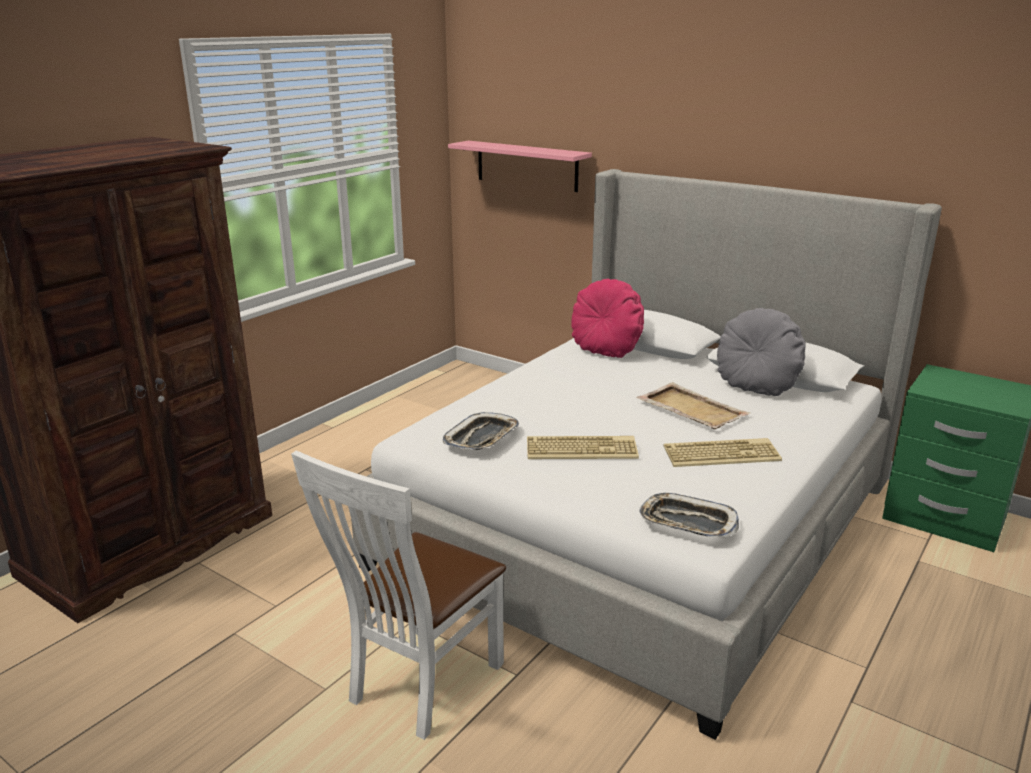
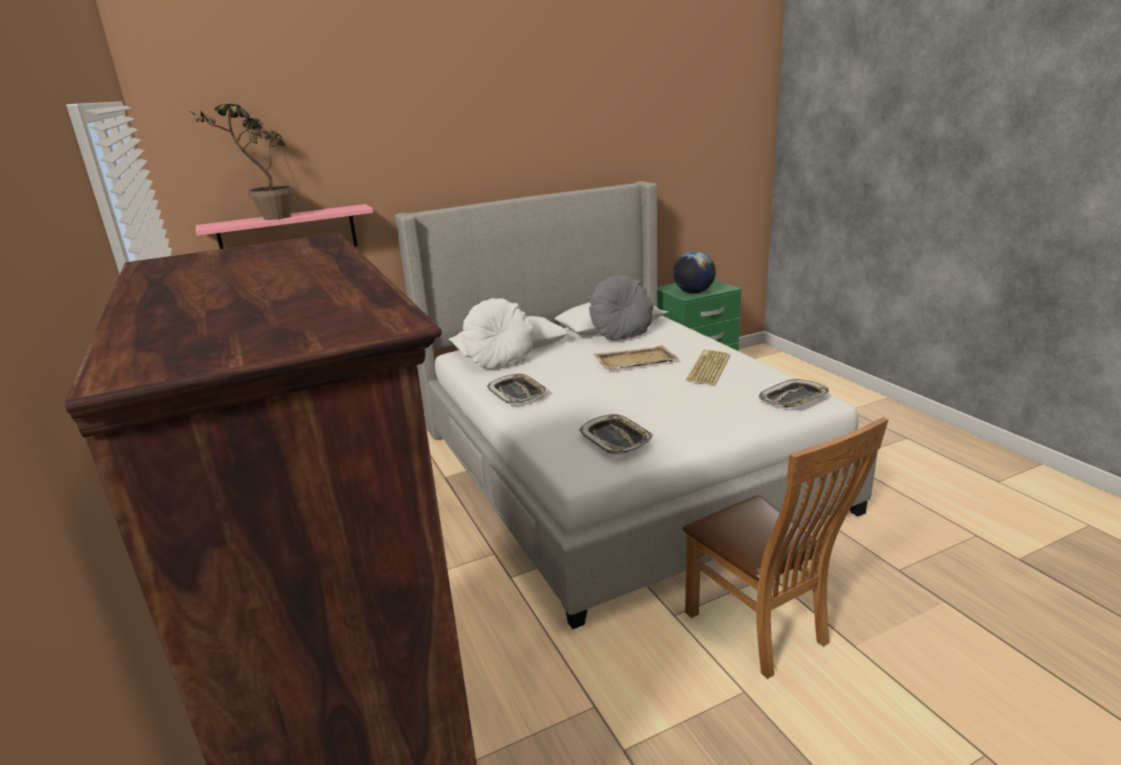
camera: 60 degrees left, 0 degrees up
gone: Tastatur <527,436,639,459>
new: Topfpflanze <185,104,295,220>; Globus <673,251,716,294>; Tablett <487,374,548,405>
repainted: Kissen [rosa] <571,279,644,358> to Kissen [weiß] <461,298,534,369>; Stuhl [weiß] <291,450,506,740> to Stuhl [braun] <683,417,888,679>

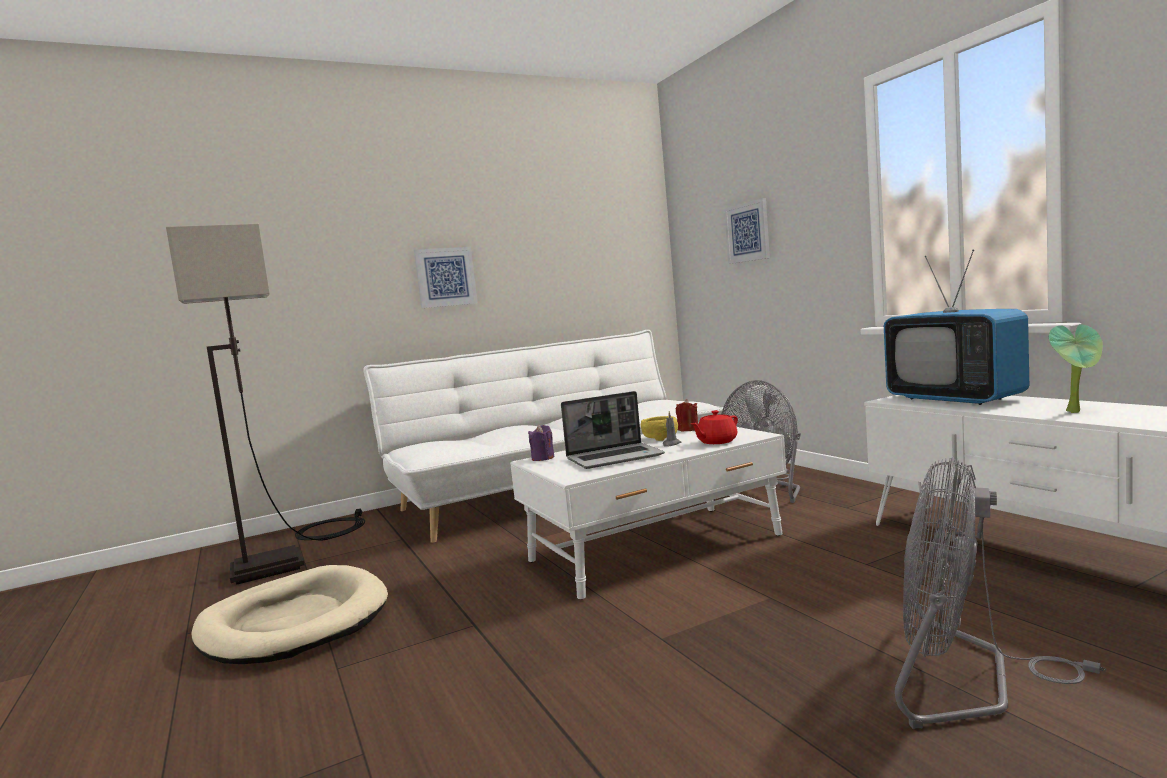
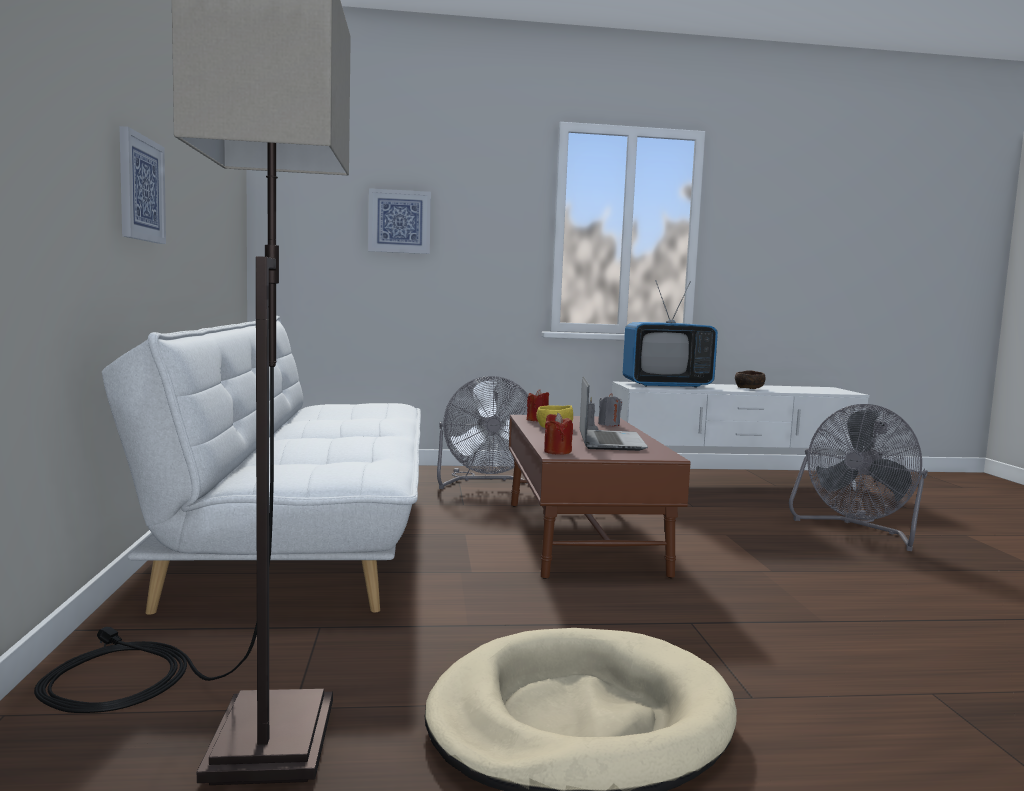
camera: 70 degrees left, 0 degrees up
swapped: Topfpflanze <1049,324,1103,413> to Schüssel [braun] <735,370,766,389>; Teekanne [rot] <690,410,738,444> to Kerze [grau] <598,393,622,426>
repainted: Couchtisch [weiß] <510,423,787,600> to Couchtisch [braun] <509,415,691,579>; Kerze [lila] <528,425,555,461> to Kerze [rot] <544,413,573,455>

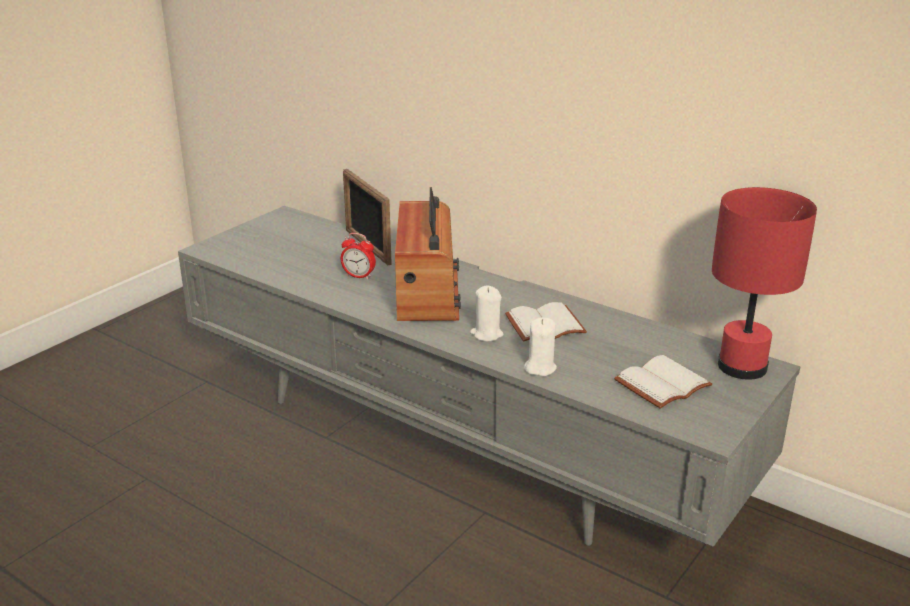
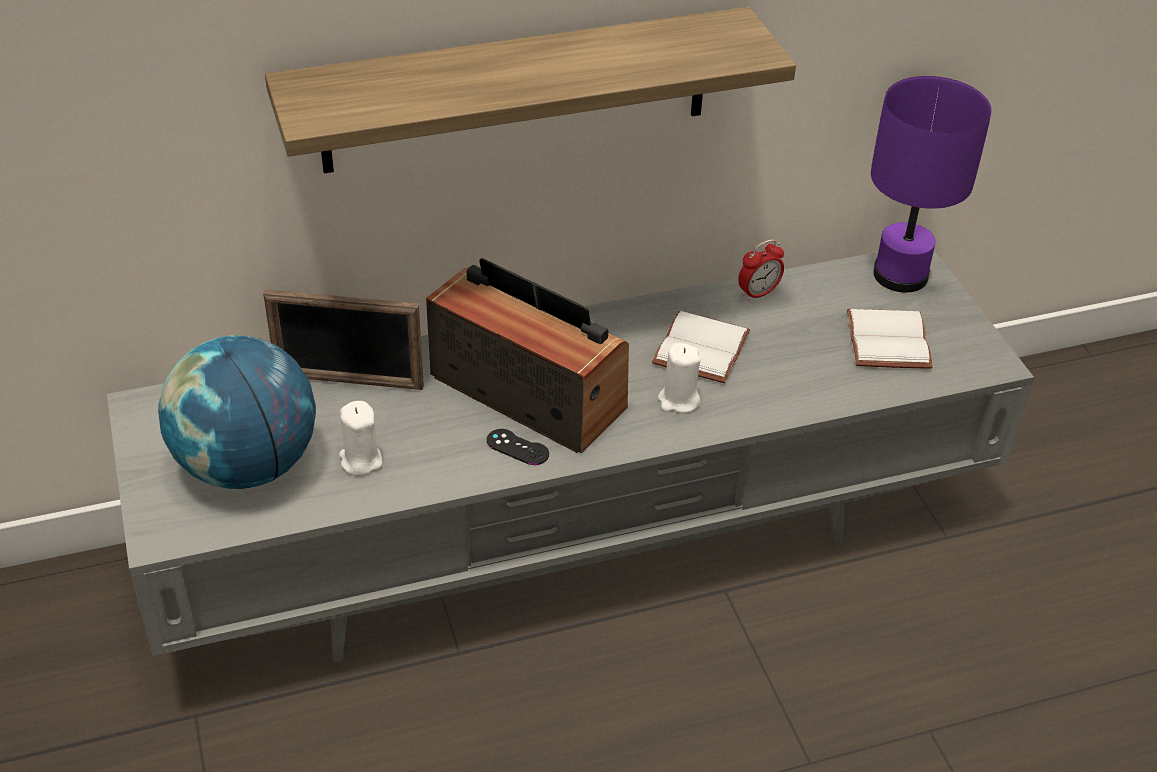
camera: 55 degrees left, 15 degrees up
new: Wandregal <265,7,796,174>; Globus <158,336,316,489>; Gamepad [schwarz] <487,429,549,465>
shifted: Wecker <341,233,376,280> to <738,239,784,301>; Kerze [weiß] <524,318,557,376> to <339,401,382,476>
repainted: Tischlampe [rot] <712,187,817,380> to Tischlampe [lila] <871,76,992,293>

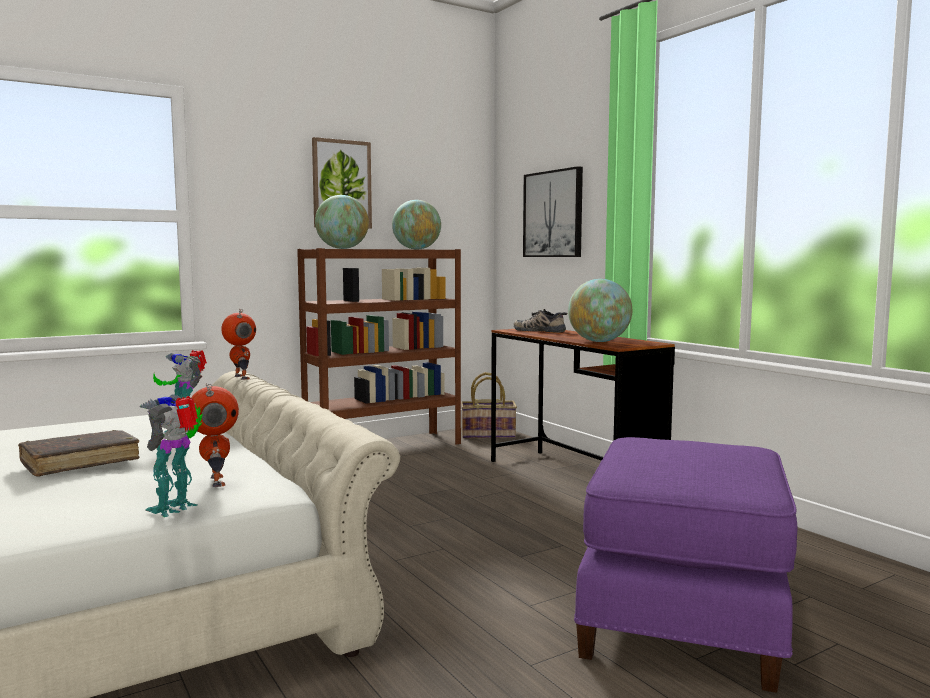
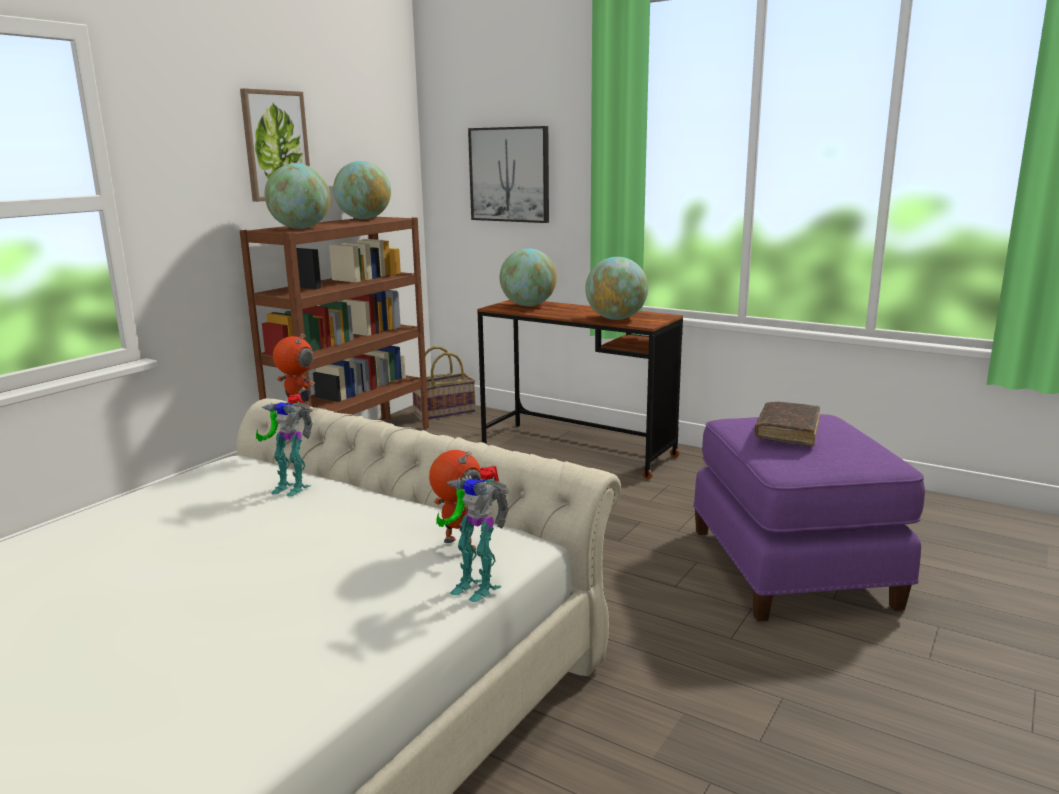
camera: 25 degrees left, 10 degrees up
shifted: Buch [braun] <18,430,140,477> to <755,402,820,446>
swapped: Schuh <514,309,568,333> to Globus <500,248,557,306>
rotated: Spielzeugroboter <139,394,203,517> = <436,465,509,602> 60 degrees counterclockwise

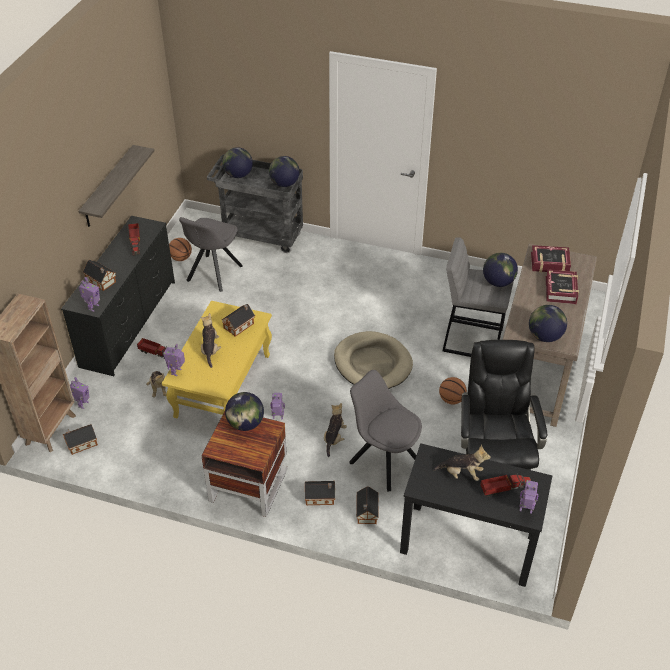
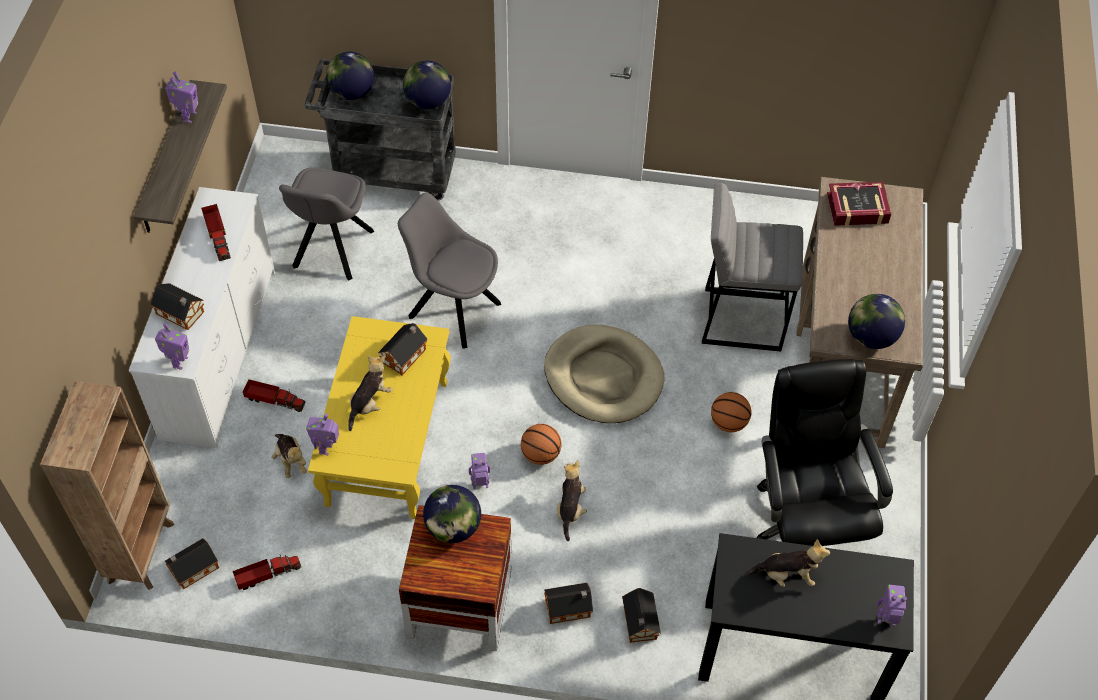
camera: 10 degrees left, 10 degrees up
gone: Globus <483,253,518,287>; Buch <546,269,579,304>
shifted: Basketball <169,238,192,261> to <521,424,562,465>; Stuhl [grau] <349,370,422,491> to <398,192,501,349>; Spielzeugroboter <70,377,90,409> to <165,71,198,123>; Spielzeuglaster <480,474,531,497> to <233,554,301,590>
repainted: Kommode [schwarz] <61,216,175,376> to Kommode [weiß] <129,187,275,448>
rotated: Plüschtier <201,313,221,368> = <348,356,392,431> 45 degrees clockwise

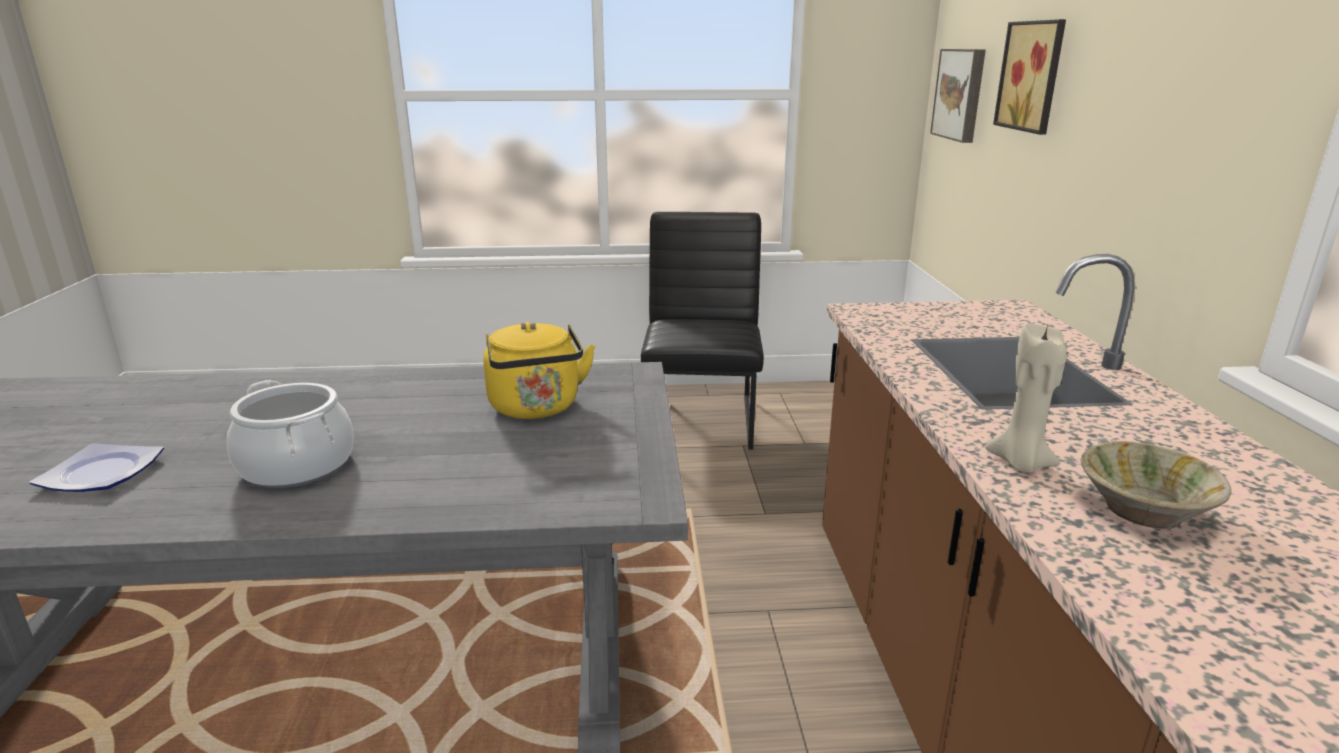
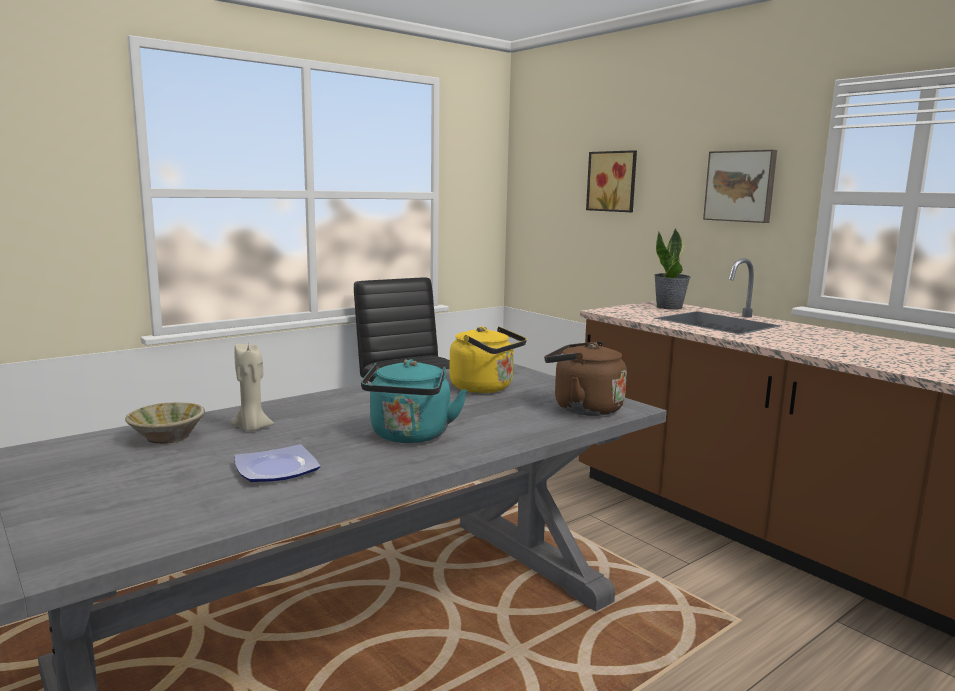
camera: 35 degrees left, 10 degrees down
new: Topfpflanze <654,228,691,310>; Wasserkessel [braun] <544,341,627,416>
shifted: Bild <930,49,986,143> to <703,150,777,223>; Kerze [beige] <985,323,1066,473> to <231,344,274,431>; Schüssel [beige] <1081,441,1231,529> to <125,402,205,444>
swapped: Kochtopf <227,380,354,488> to Wasserkessel [türkis] <361,359,467,443>

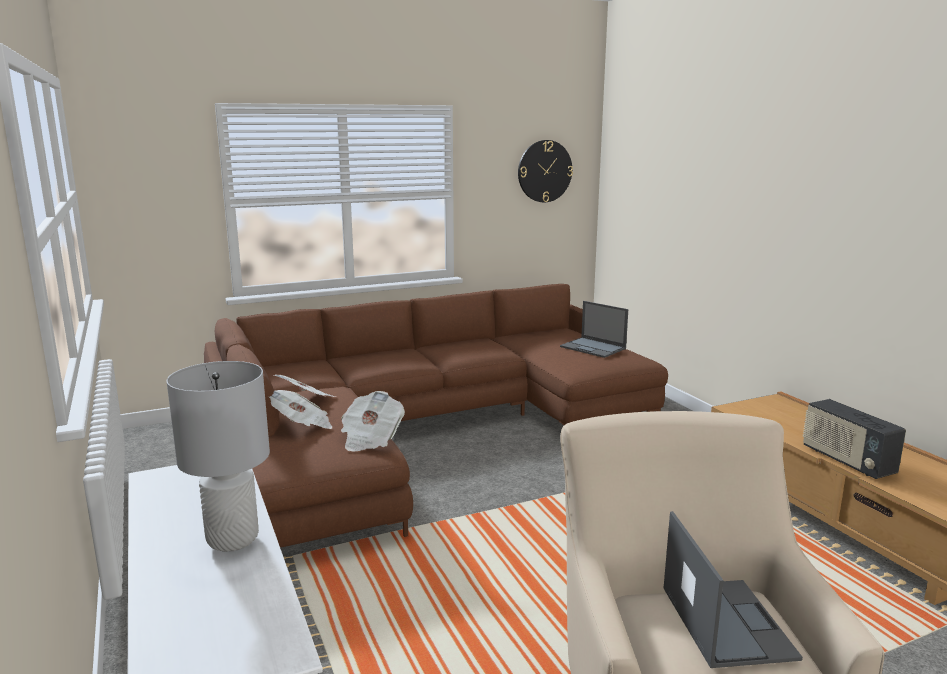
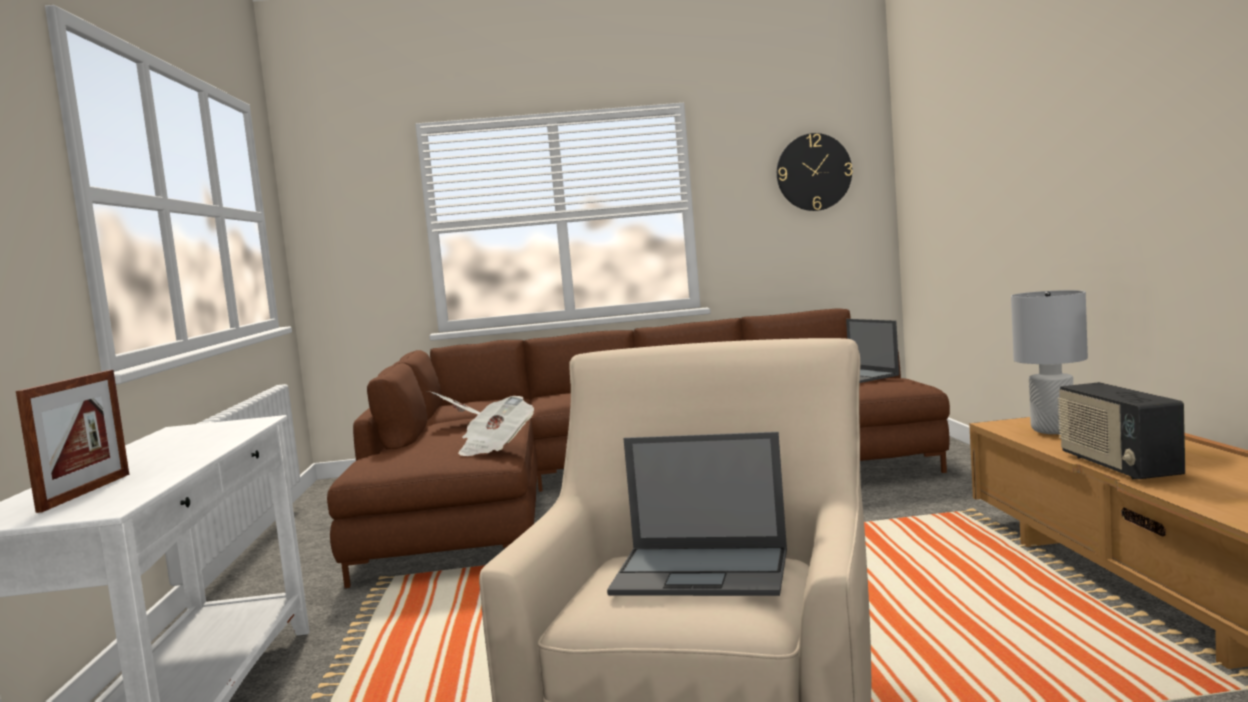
camera: 20 degrees right, 10 degrees down
gone: Zeitung <269,390,333,429>
new: Bilderrahmen <16,370,129,513>
shifted: Tischlampe [grau] <167,361,270,552> to <1011,290,1088,434>
rotated: Laptop <664,511,803,668> = <607,432,787,596> 90 degrees clockwise

